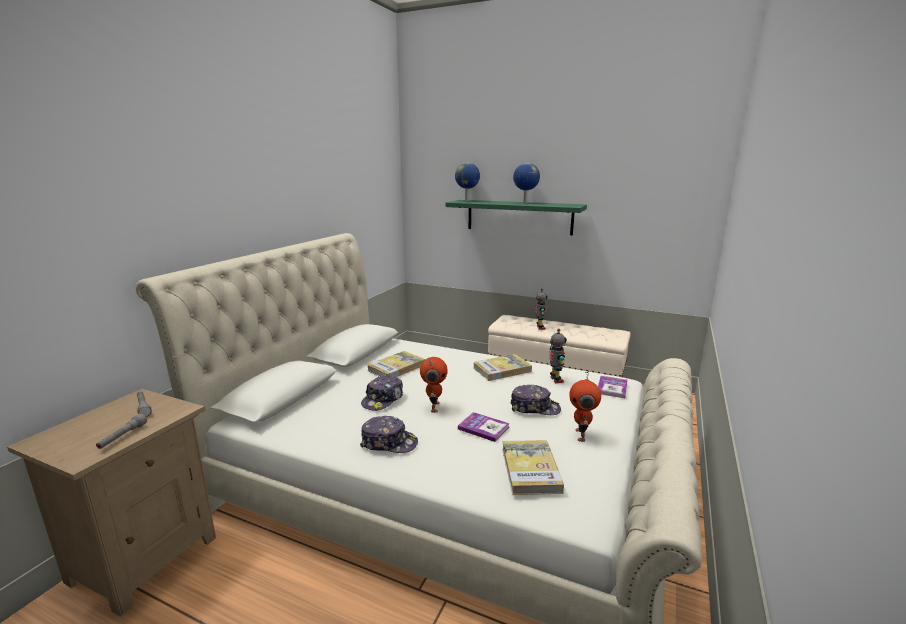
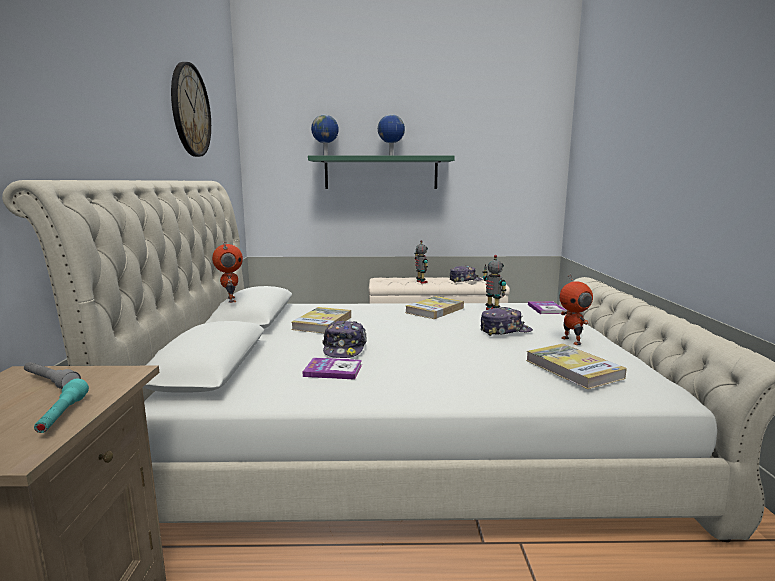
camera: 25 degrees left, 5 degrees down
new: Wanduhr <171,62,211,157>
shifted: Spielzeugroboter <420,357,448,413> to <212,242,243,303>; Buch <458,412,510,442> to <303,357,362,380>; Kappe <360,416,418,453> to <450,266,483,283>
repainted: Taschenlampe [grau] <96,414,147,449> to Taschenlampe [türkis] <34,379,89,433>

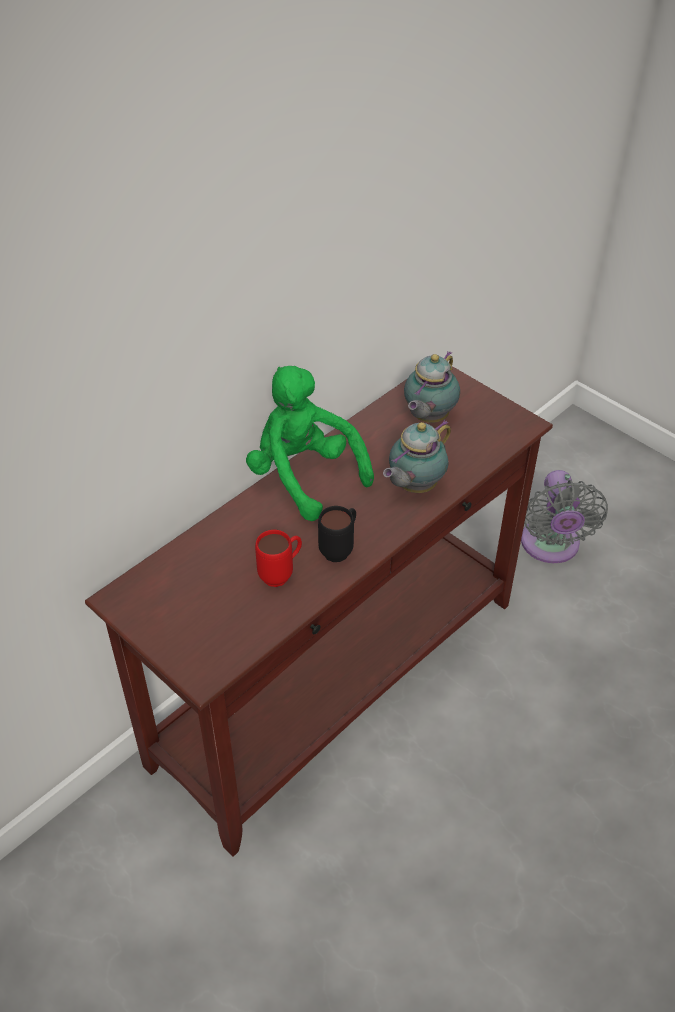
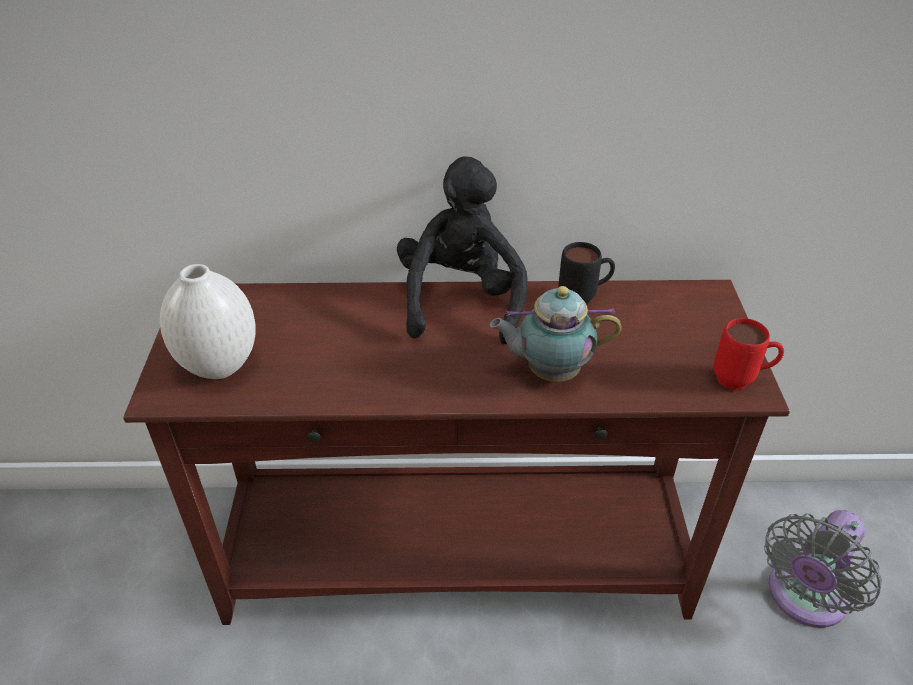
camera: 45 degrees right, 5 degrees down
gone: Teekanne <404,351,460,423>
new: Vase [weiß] <160,264,256,379>
shifted: Henkelbecher [schwarz] <318,506,356,562> to <558,242,615,305>; Henkelbecher [rot] <255,530,302,587> to <713,318,784,390>
repainted: Plüschtier [grün] <246,366,374,521> to Plüschtier [schwarz] <397,157,527,344>

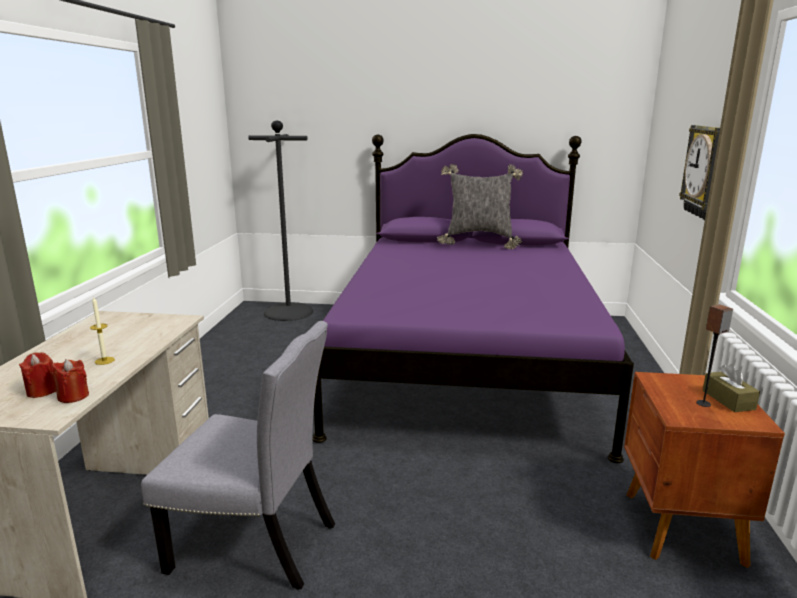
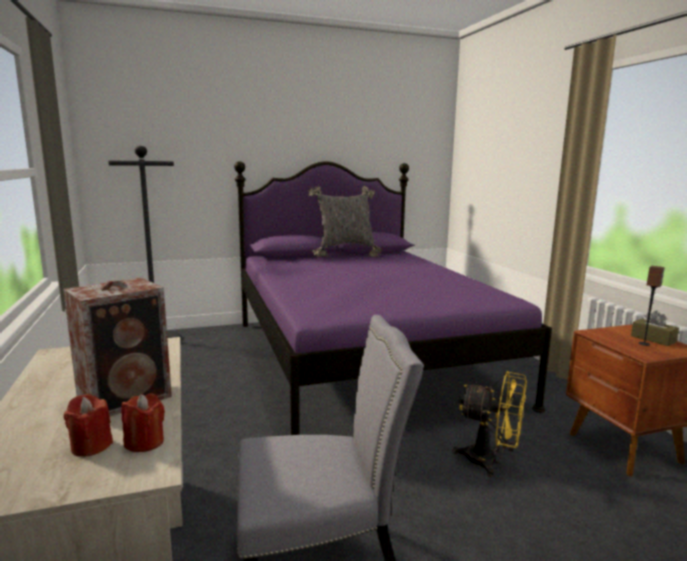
camera: 25 degrees left, 5 degrees down
gone: Wanduhr <679,125,720,220>
new: Ventilator [gelb] <453,371,527,477>
swapped: Kerze <90,297,115,365> to Lautsprecher <63,278,172,416>

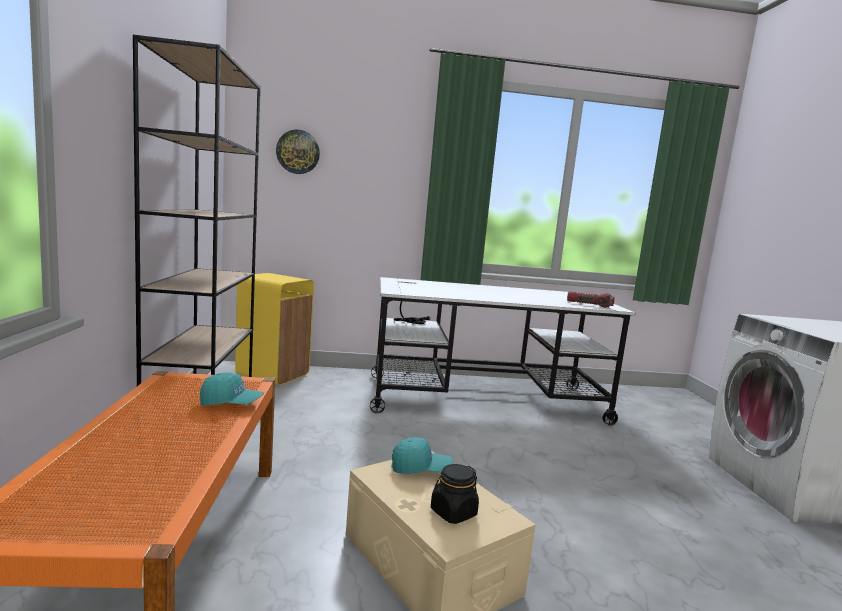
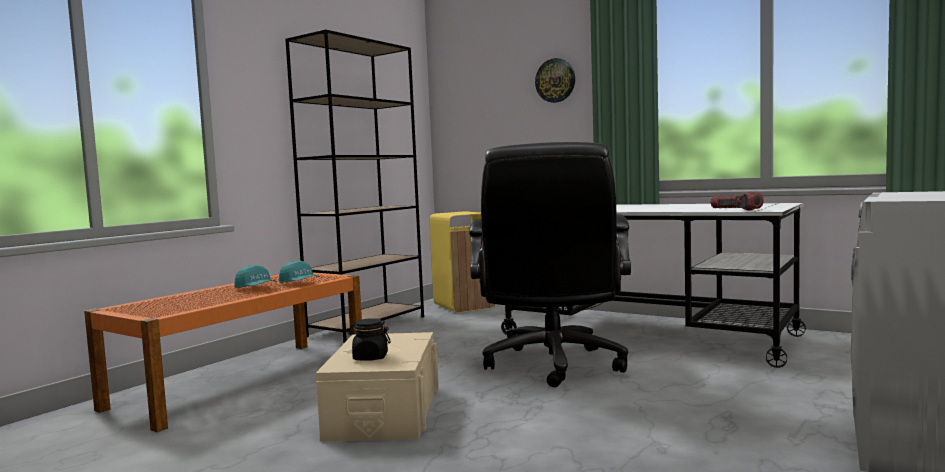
camera: 40 degrees right, 5 degrees down
new: Bürostuhl [schwarz] <469,142,631,387>
shifted: Wanduhr <276,129,320,174> to <535,58,575,103>; Kappe [türkis] <392,437,453,474> to <235,265,277,288>

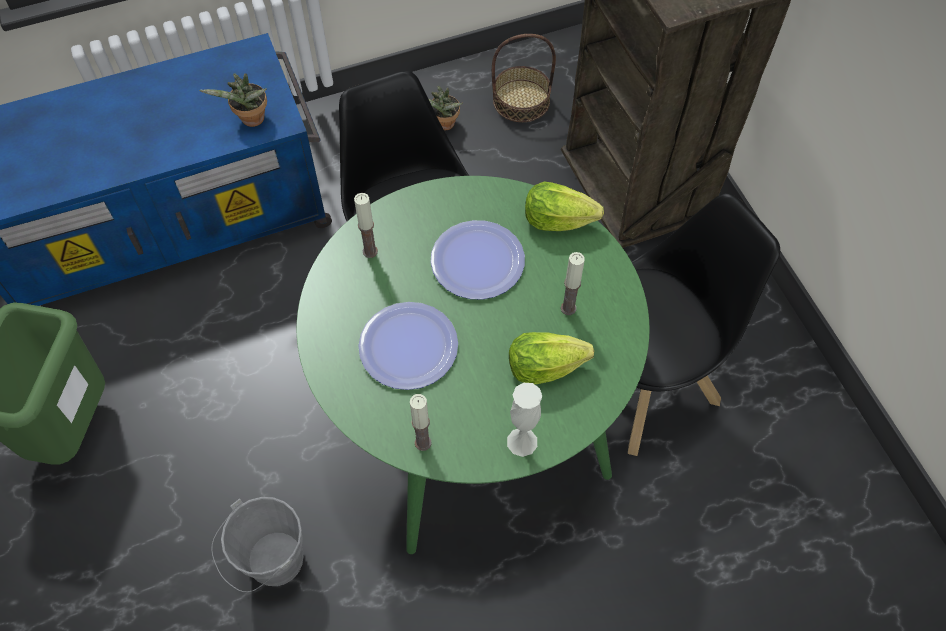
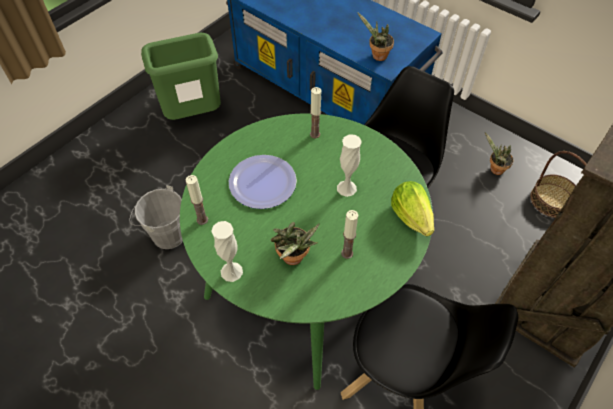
camera: 60 degrees right, 5 degrees down
swapped: Teller <430,220,525,300> to Vase [weiß] <337,134,362,197>; Salatkopf <509,332,594,384> to Topfpflanze <270,222,320,265>

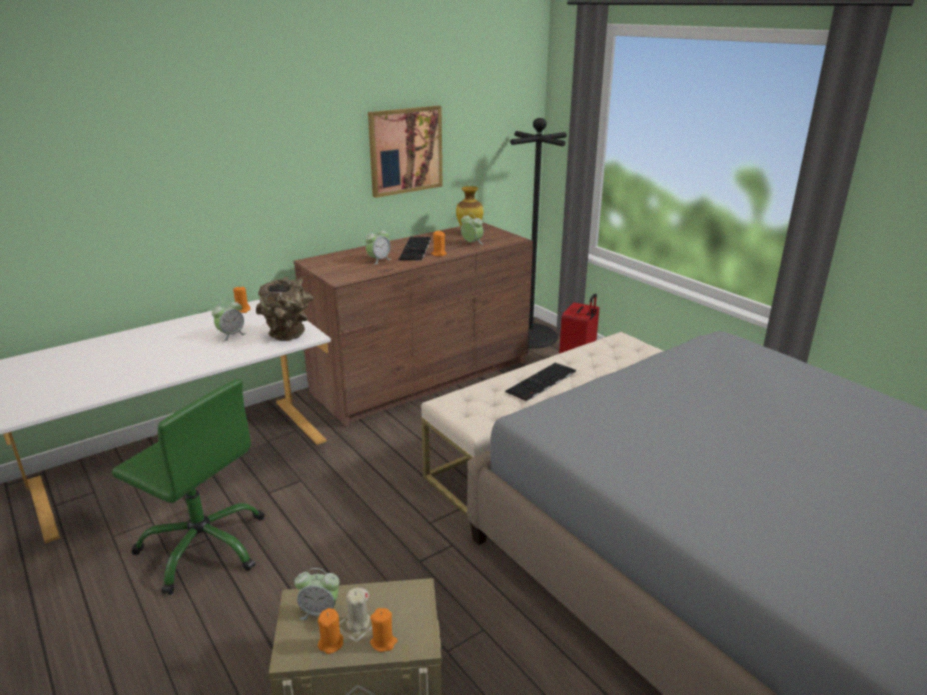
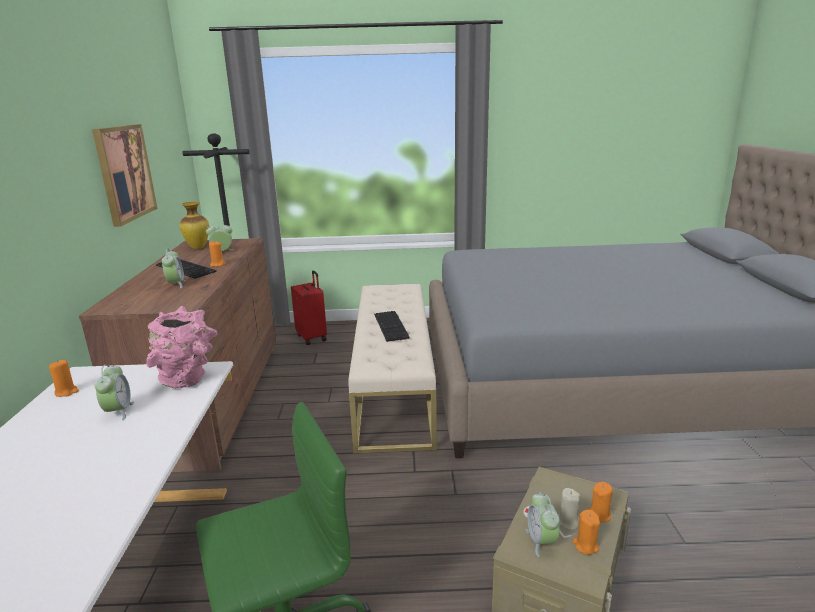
camera: 55 degrees left, 5 degrees down
repainted: Vase [braun] <256,277,314,341> to Vase [rosa] <146,306,217,388>
rotated: Wecker <294,568,339,620> = <526,492,560,557> 135 degrees clockwise

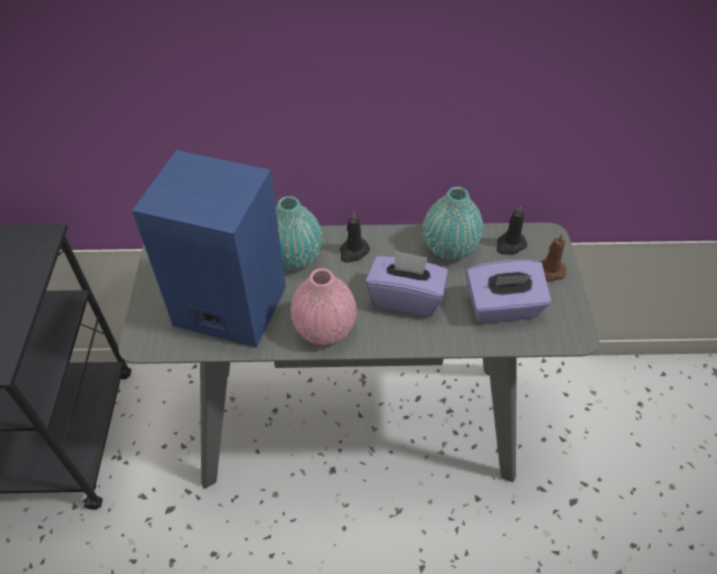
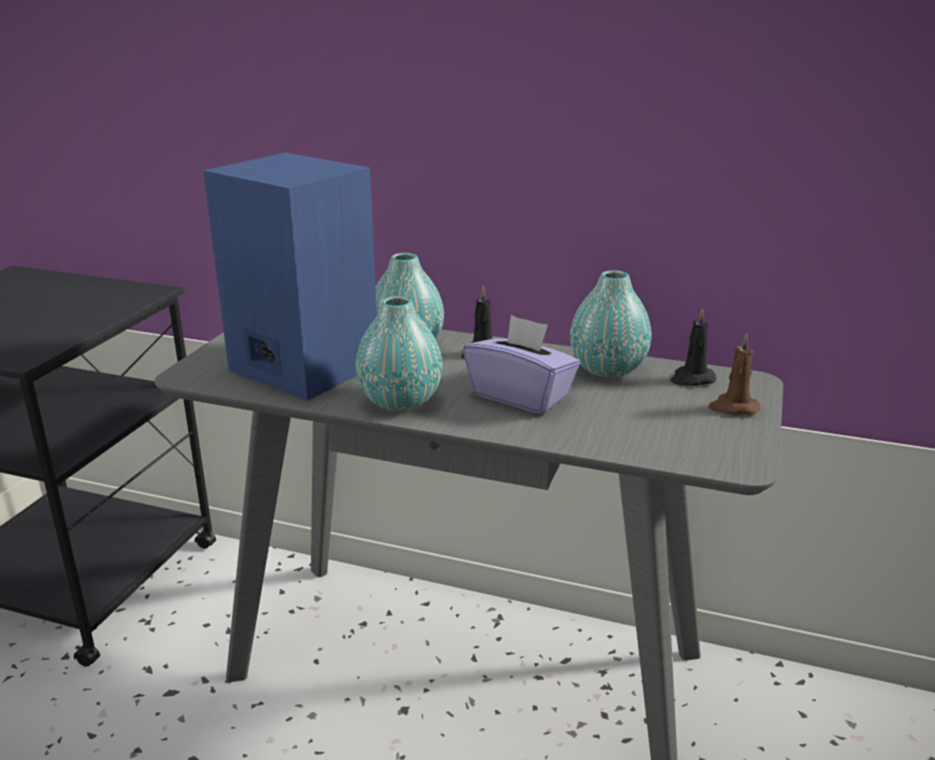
camera: 20 degrees right, 25 degrees down
gone: Taschentuchbox [lila] <466,260,551,323>
repainted: Vase [rosa] <291,268,357,345> to Vase [türkis] <355,296,443,411>

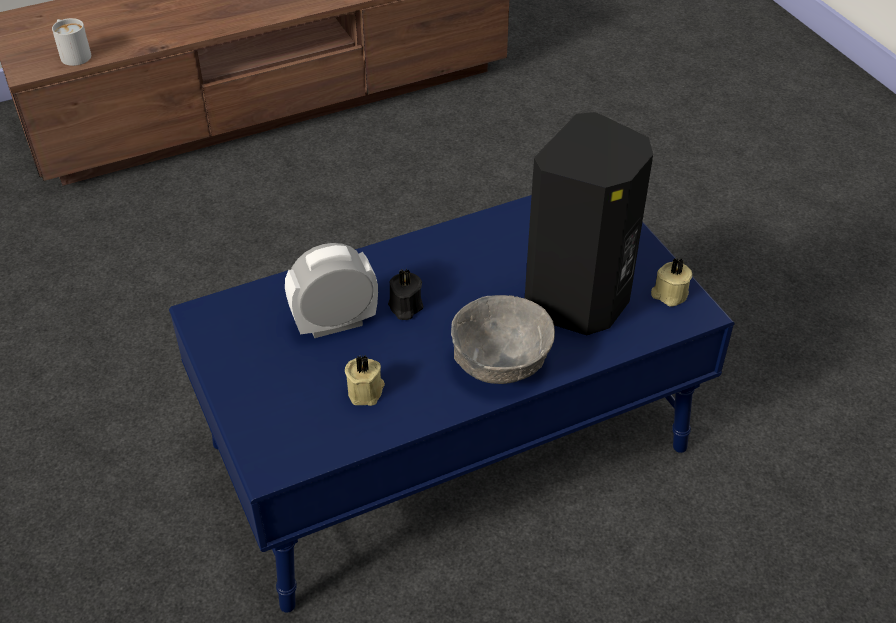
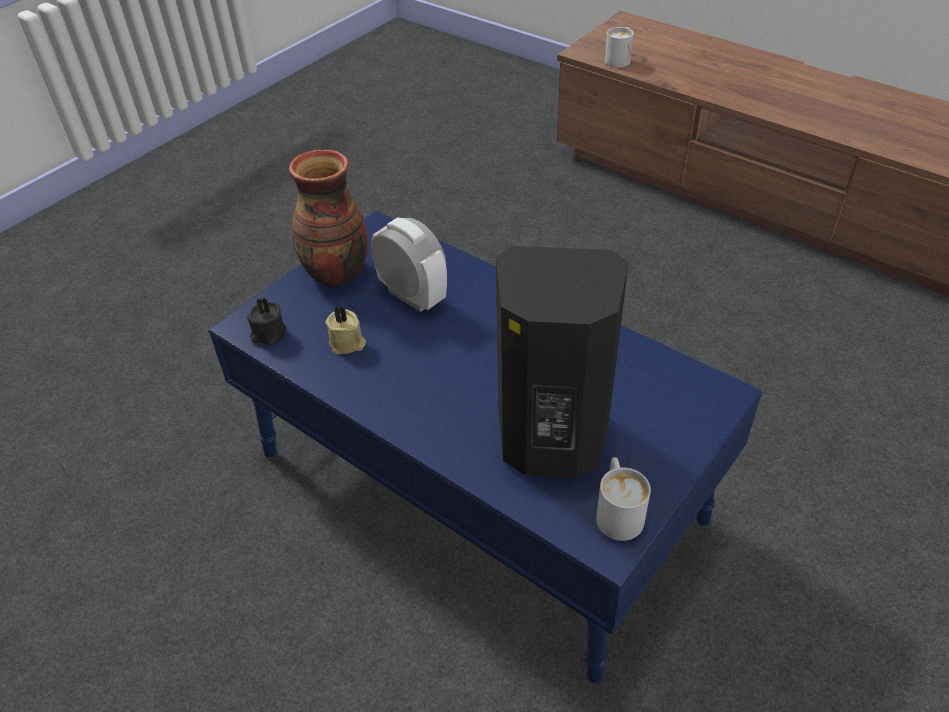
camera: 65 degrees right, 0 degrees up
gone: Schüssel [grau] <451,295,555,384>
new: Vase <289,150,368,287>
shifted: Kerze [schwarz] <388,269,423,320> to <247,297,286,346>
swapped: Kerze [beige] <651,258,692,307> to Henkelbecher [weiß] <596,457,651,541>

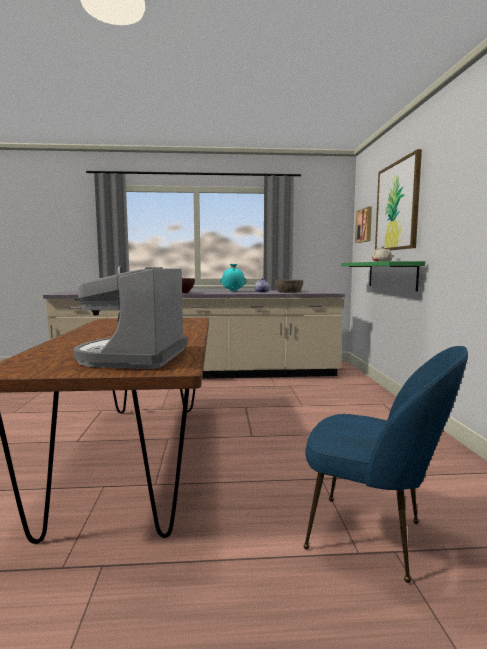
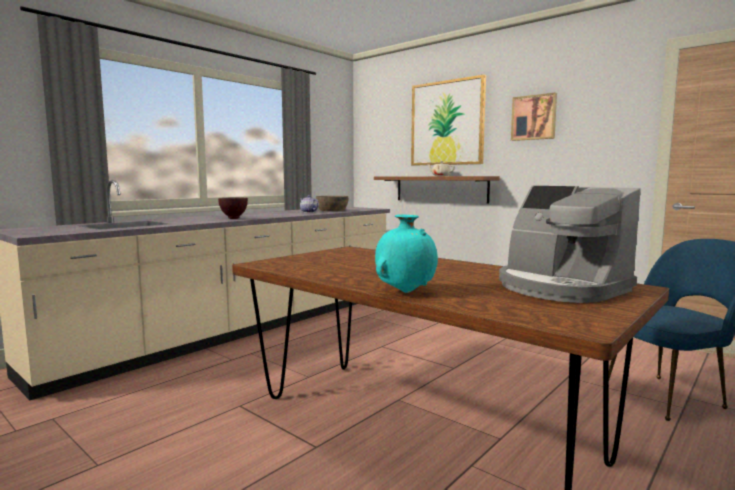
camera: 45 degrees left, 0 degrees up
shifted: Bild <355,207,372,243> to <511,93,557,141>; Vase [türkis] <220,264,247,292> to <375,214,438,293>
repainted: Wandregal [grün] <341,261,425,292> to Wandregal [braun] <374,176,500,204>

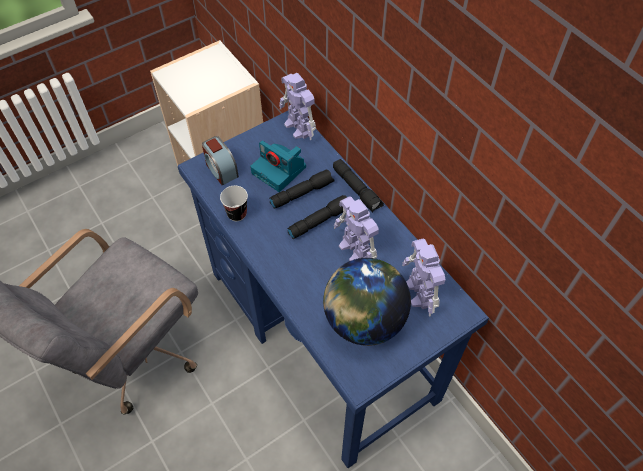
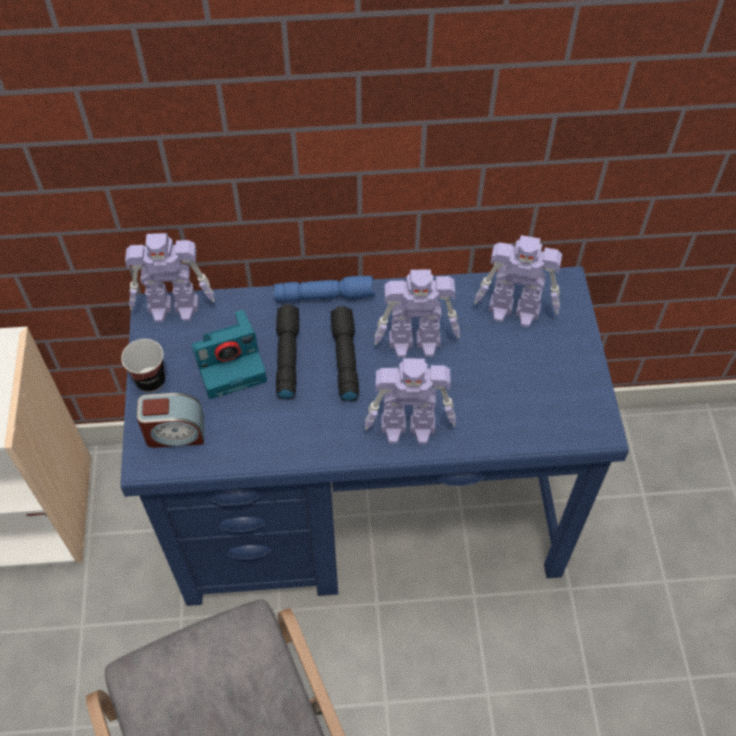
camera: 60 degrees left, 0 degrees up
gone: Globus <323,258,411,346>
new: Spielzeugroboter <365,358,456,444>
shifted: Tasse <220,186,248,221> to <121,339,165,392>
repainted: Taschenlampe [schwarz] <333,159,384,213> to Taschenlampe [blau] <273,276,375,302>

